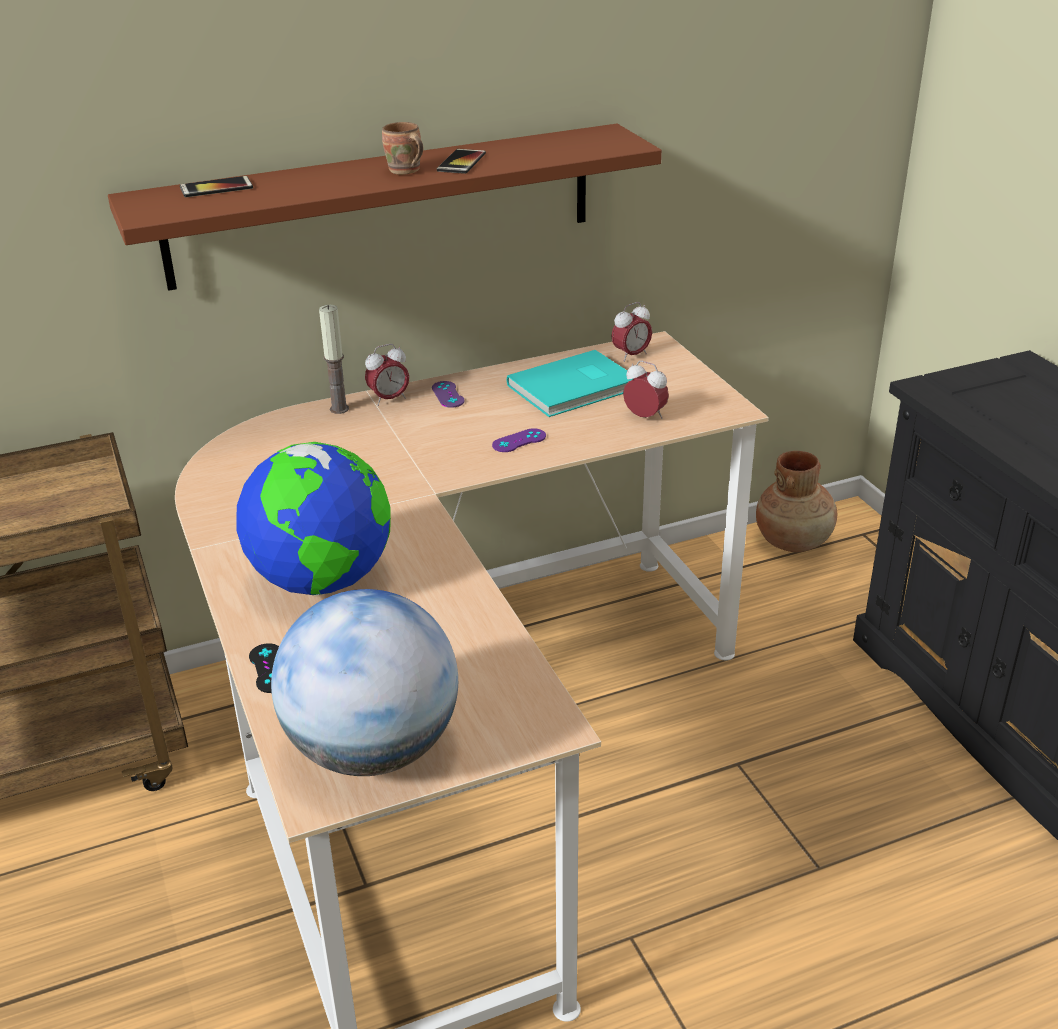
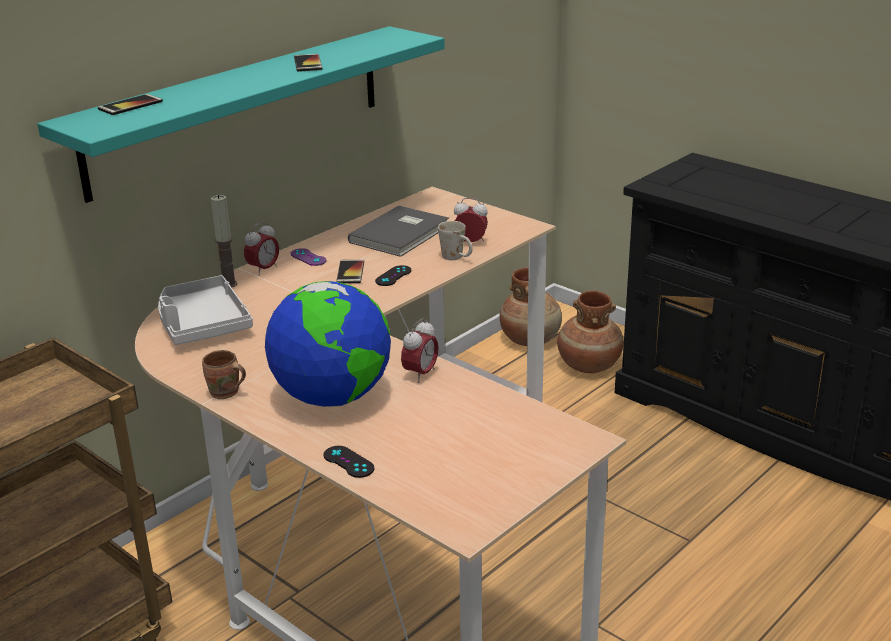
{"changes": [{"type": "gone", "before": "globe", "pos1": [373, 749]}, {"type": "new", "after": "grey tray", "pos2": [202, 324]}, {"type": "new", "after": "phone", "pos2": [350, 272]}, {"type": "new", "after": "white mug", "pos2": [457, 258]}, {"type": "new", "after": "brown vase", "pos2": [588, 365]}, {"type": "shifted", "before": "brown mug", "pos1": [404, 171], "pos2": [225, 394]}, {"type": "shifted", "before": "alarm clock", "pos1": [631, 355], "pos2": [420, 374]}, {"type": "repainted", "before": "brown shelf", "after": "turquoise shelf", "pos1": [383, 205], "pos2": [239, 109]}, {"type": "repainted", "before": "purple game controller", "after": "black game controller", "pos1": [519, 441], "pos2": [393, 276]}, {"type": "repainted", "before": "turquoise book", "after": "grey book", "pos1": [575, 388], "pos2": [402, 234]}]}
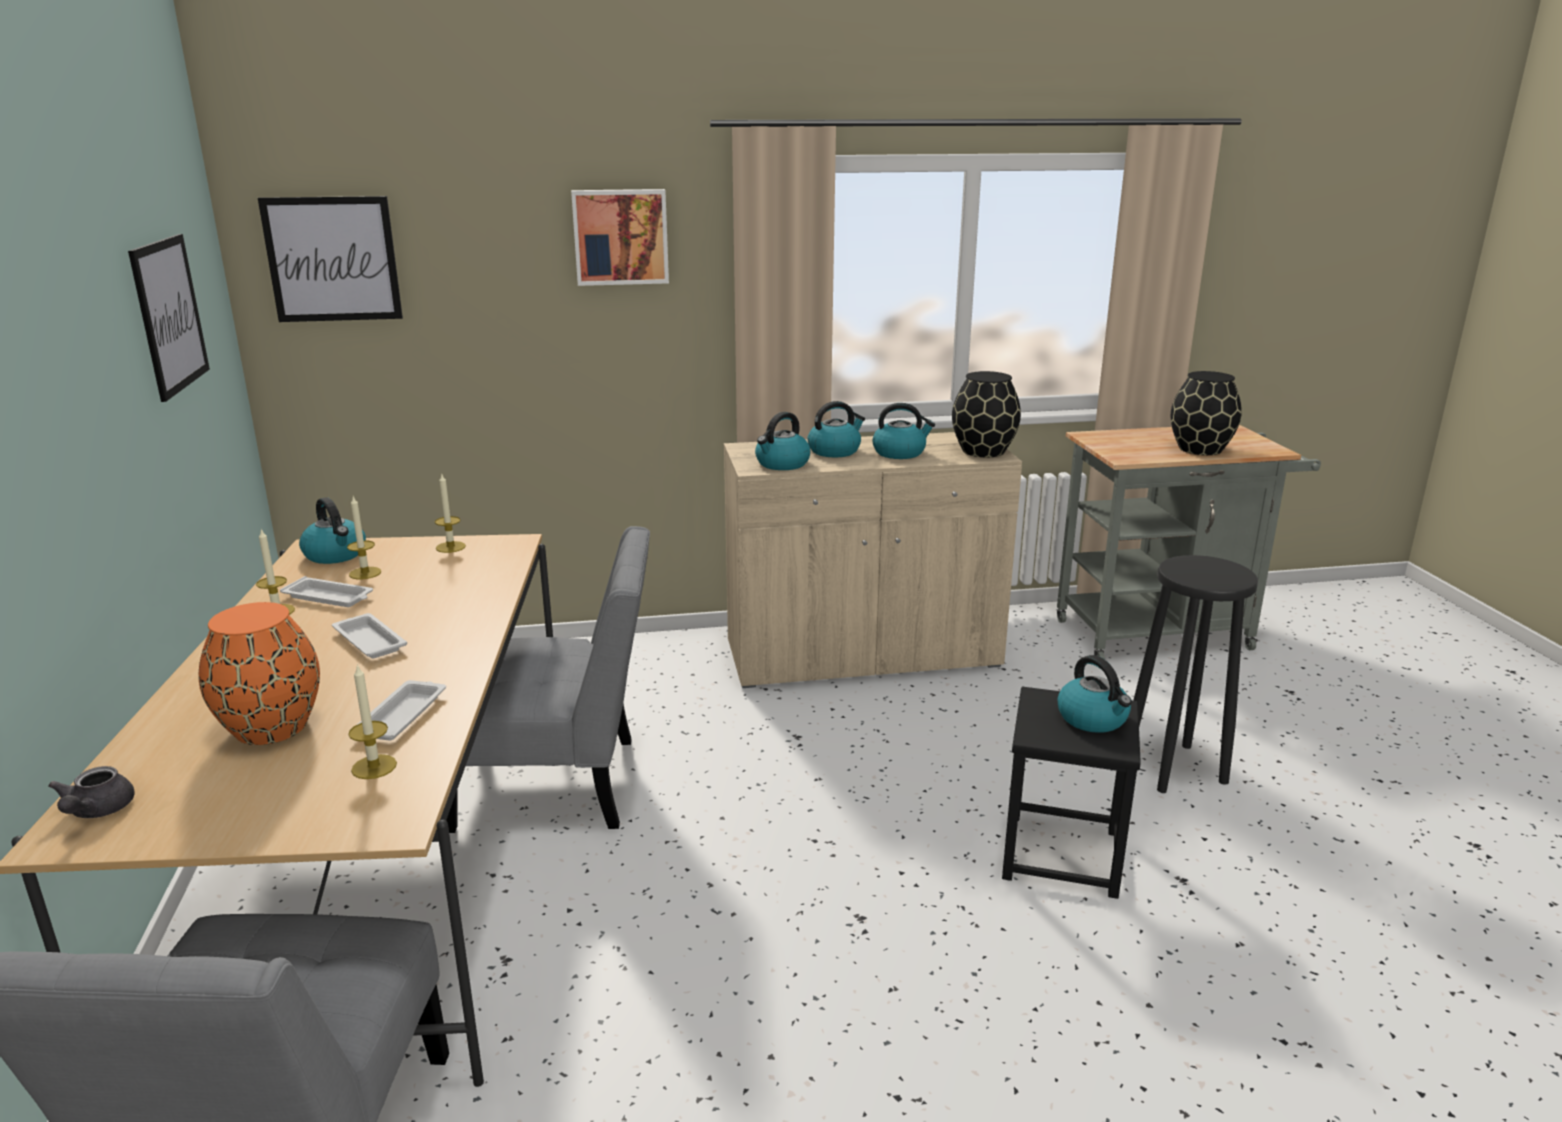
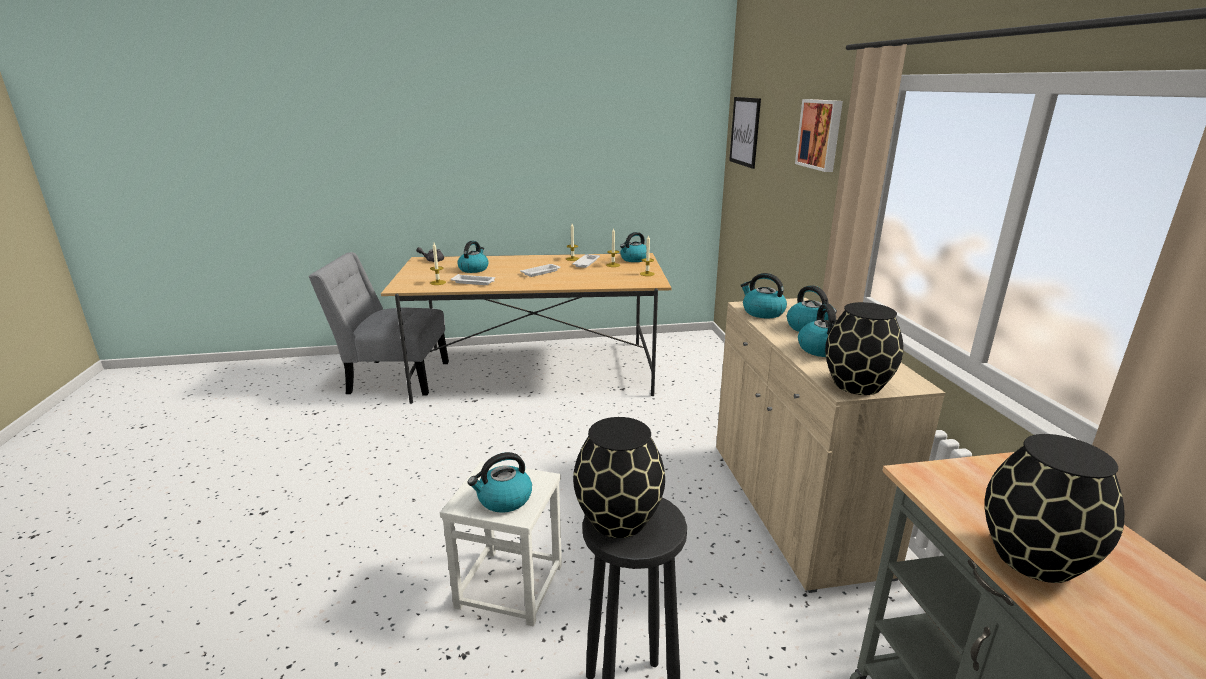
{"changes": [{"type": "gone", "before": "picture", "pos1": [169, 315]}, {"type": "gone", "before": "grey chair", "pos1": [558, 785]}, {"type": "new", "after": "black vase", "pos2": [619, 519]}, {"type": "swapped", "before": "orange vase", "after": "kettle", "pos1": [271, 728], "pos2": [473, 269]}, {"type": "repainted", "before": "black stool", "after": "white stool", "pos1": [1060, 854], "pos2": [510, 585]}]}
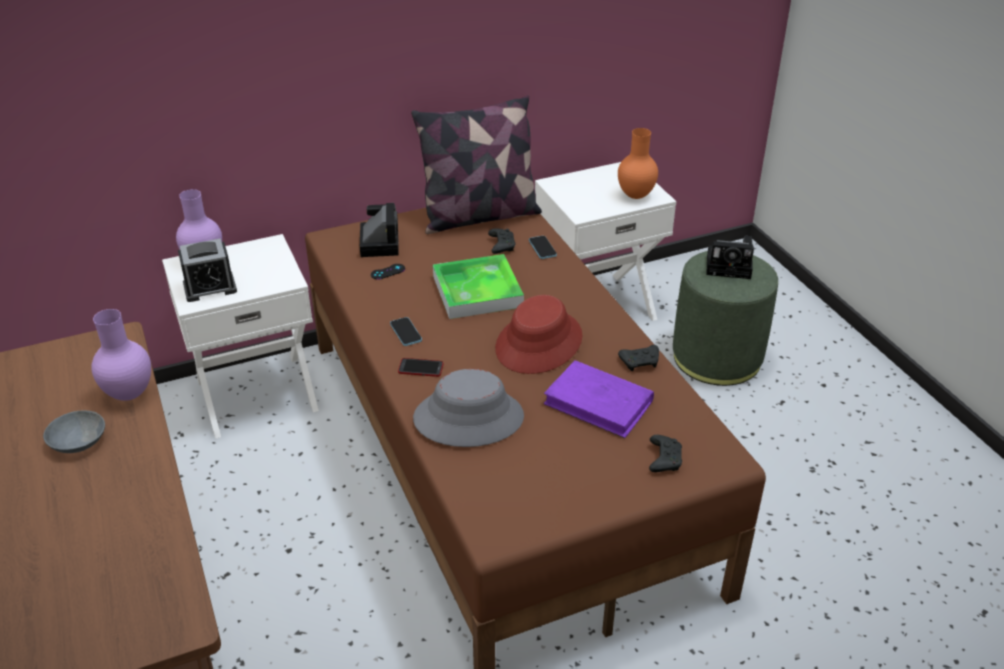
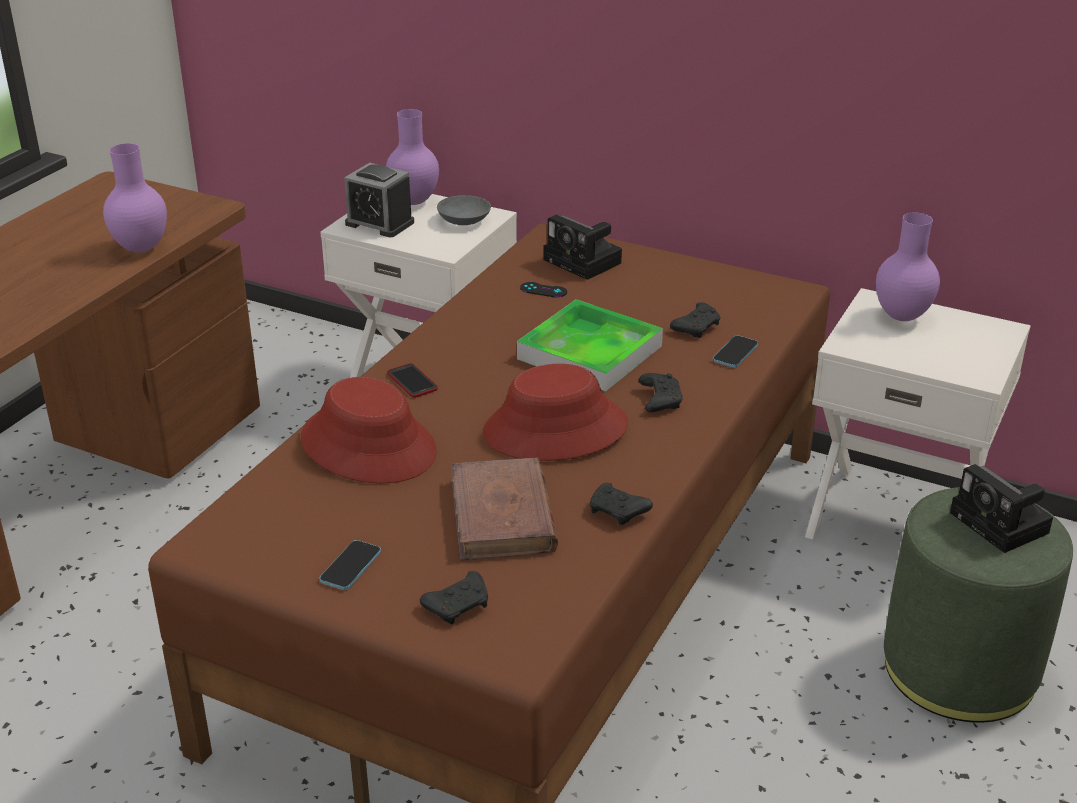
{"changes": [{"type": "gone", "before": "pillow", "pos1": [479, 216]}, {"type": "gone", "before": "orange vase", "pos1": [634, 195]}, {"type": "new", "after": "black game controller", "pos2": [659, 400]}, {"type": "new", "after": "purple vase", "pos2": [900, 316]}, {"type": "shifted", "before": "grey bowl", "pos1": [79, 441], "pos2": [464, 220]}, {"type": "shifted", "before": "phone", "pos1": [406, 332], "pos2": [350, 567]}, {"type": "repainted", "before": "grey hat", "after": "red hat", "pos1": [468, 418], "pos2": [369, 445]}, {"type": "repainted", "before": "purple book", "after": "brown book", "pos1": [599, 403], "pos2": [502, 516]}, {"type": "rotated", "before": "photo camera", "pos1": [379, 242], "pos2": [585, 262], "turn": 90}]}
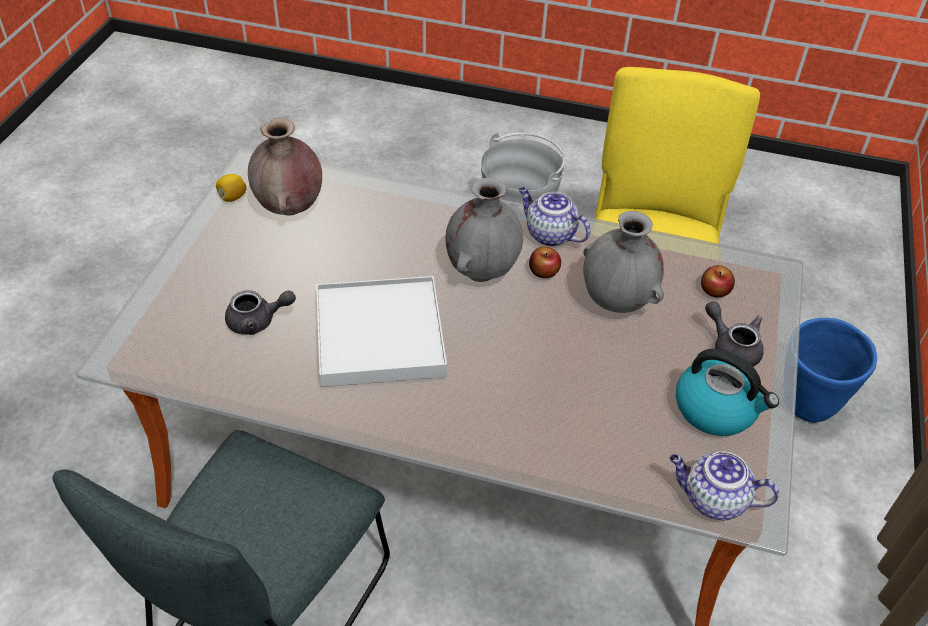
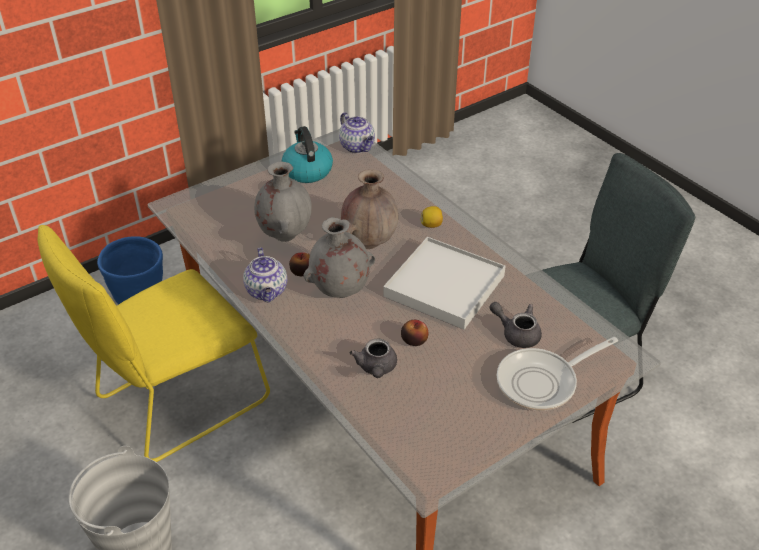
{"changes": [{"type": "new", "after": "frying pan", "pos2": [542, 382]}, {"type": "shifted", "before": "lemon", "pos1": [232, 197], "pos2": [431, 225]}, {"type": "shifted", "before": "brown vase", "pos1": [290, 209], "pos2": [369, 242]}, {"type": "shifted", "before": "apple", "pos1": [715, 290], "pos2": [414, 340]}, {"type": "shifted", "before": "grey teapot", "pos1": [732, 347], "pos2": [376, 368]}]}
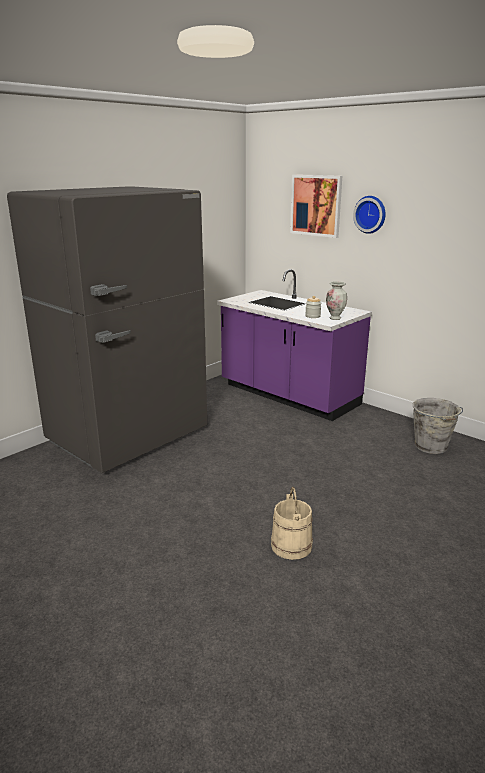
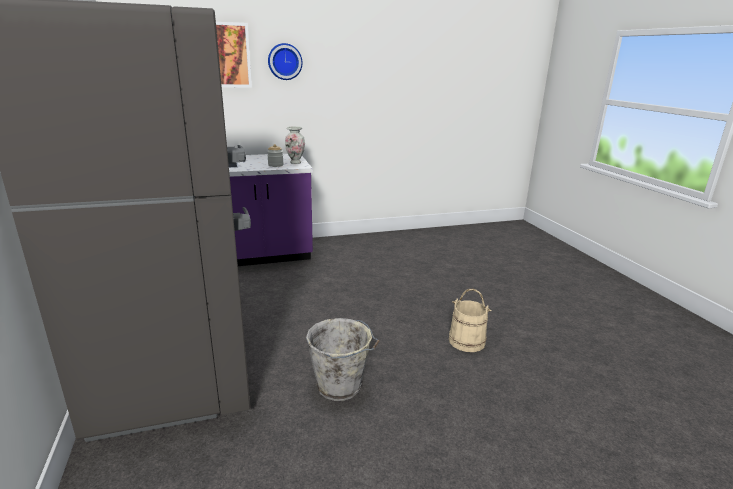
{"changes": [{"type": "shifted", "before": "grey bucket", "pos1": [431, 447], "pos2": [341, 387]}]}
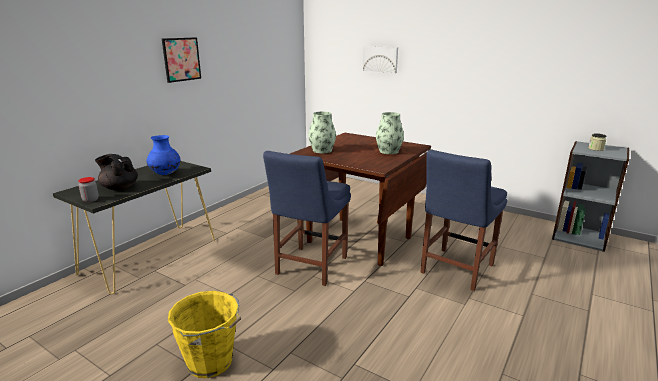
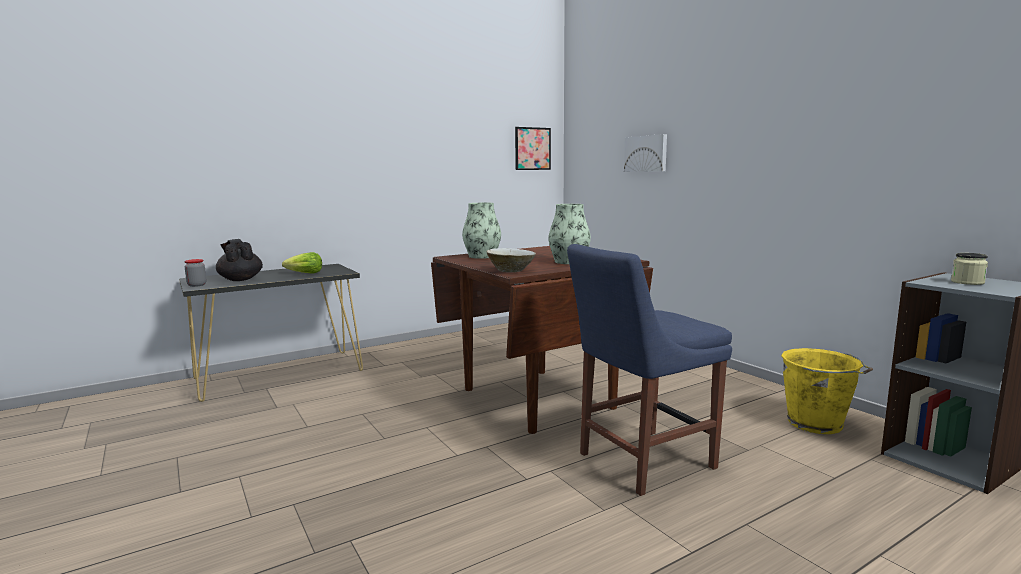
{"changes": [{"type": "gone", "before": "blue chair", "pos1": [309, 267]}, {"type": "new", "after": "beige bowl", "pos2": [511, 271]}, {"type": "shifted", "before": "picture", "pos1": [181, 59], "pos2": [532, 148]}, {"type": "shifted", "before": "yellow bucket", "pos1": [211, 362], "pos2": [817, 424]}, {"type": "swapped", "before": "blue vase", "after": "lettuce", "pos1": [165, 174], "pos2": [304, 274]}]}
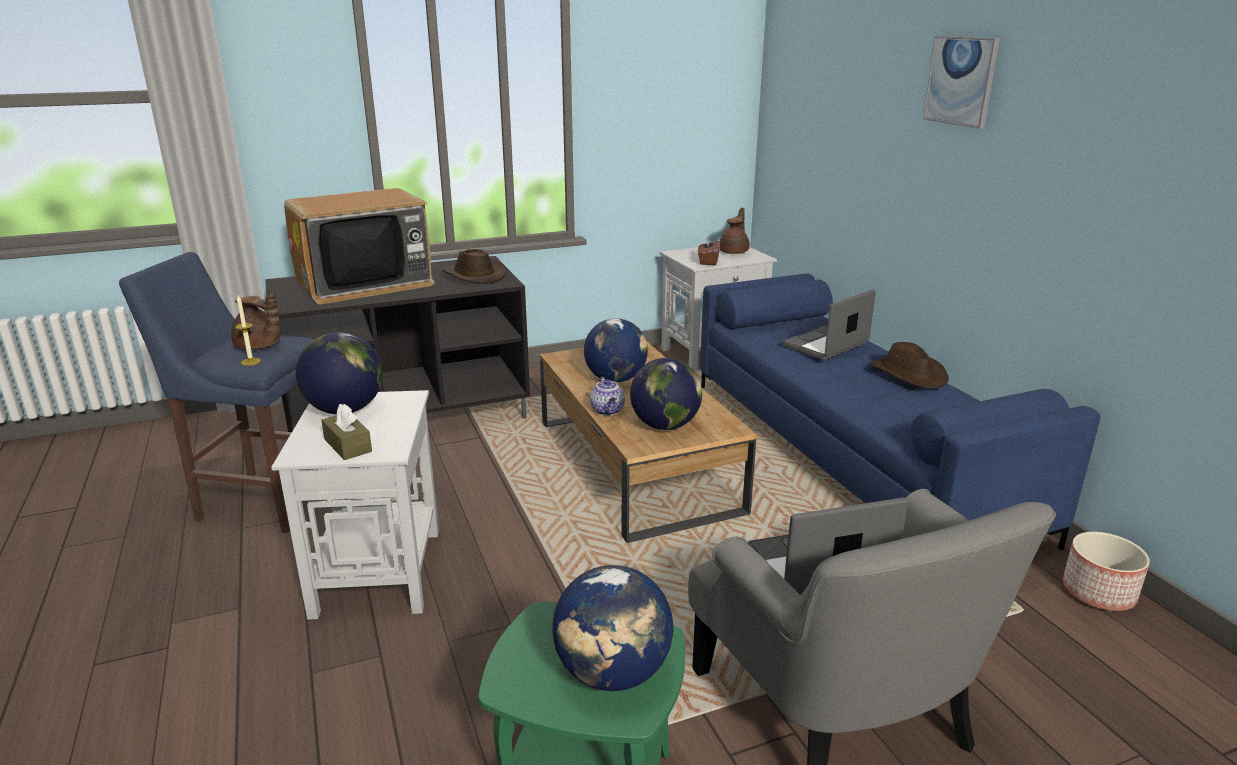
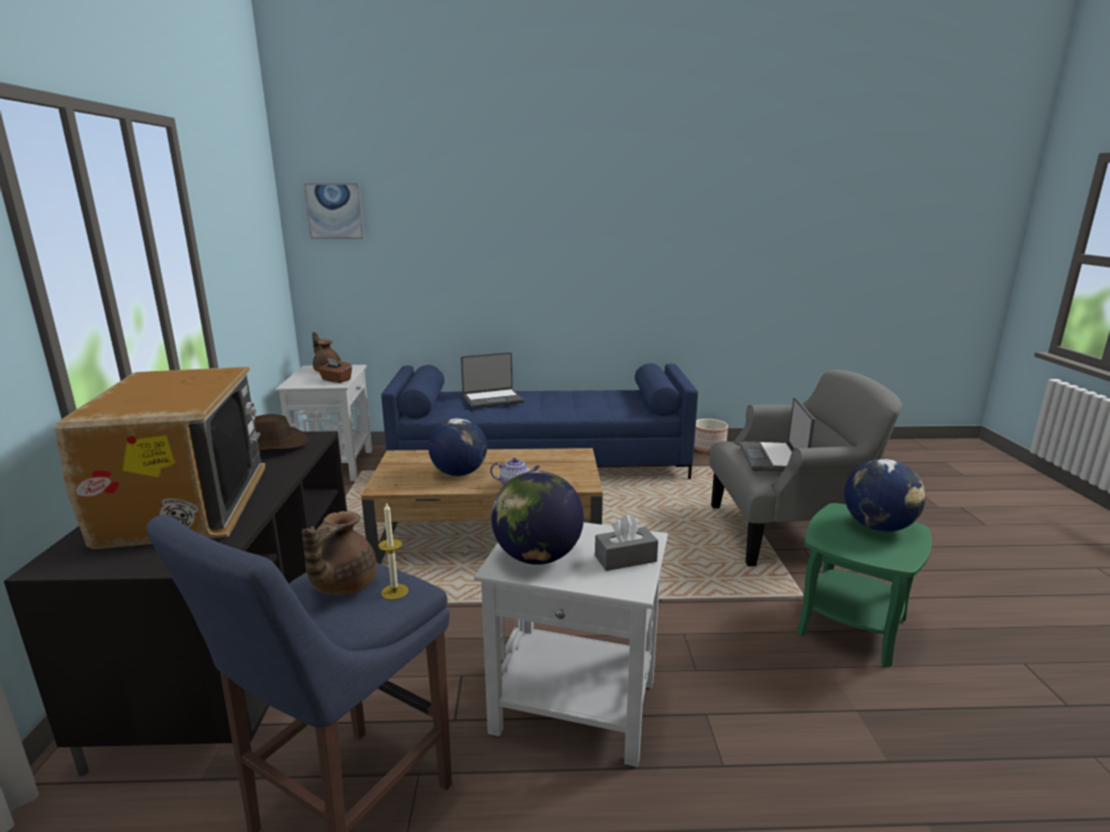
{"changes": [{"type": "gone", "before": "globe", "pos1": [665, 426]}, {"type": "gone", "before": "brown hat", "pos1": [908, 374]}, {"type": "shifted", "before": "picture", "pos1": [961, 81], "pos2": [335, 211]}, {"type": "repainted", "before": "brown tissue box", "after": "grey tissue box", "pos1": [348, 445], "pos2": [625, 559]}, {"type": "rotated", "before": "brown teapot", "pos1": [259, 347], "pos2": [342, 585], "turn": 150}, {"type": "rotated", "before": "laptop", "pos1": [826, 345], "pos2": [492, 399], "turn": -90}]}
